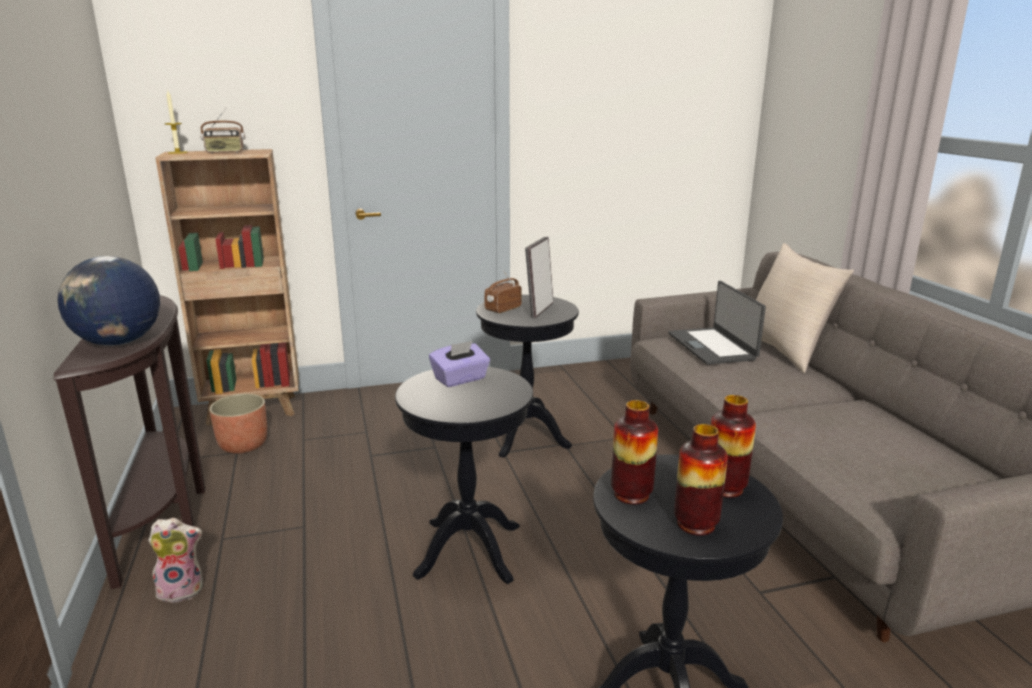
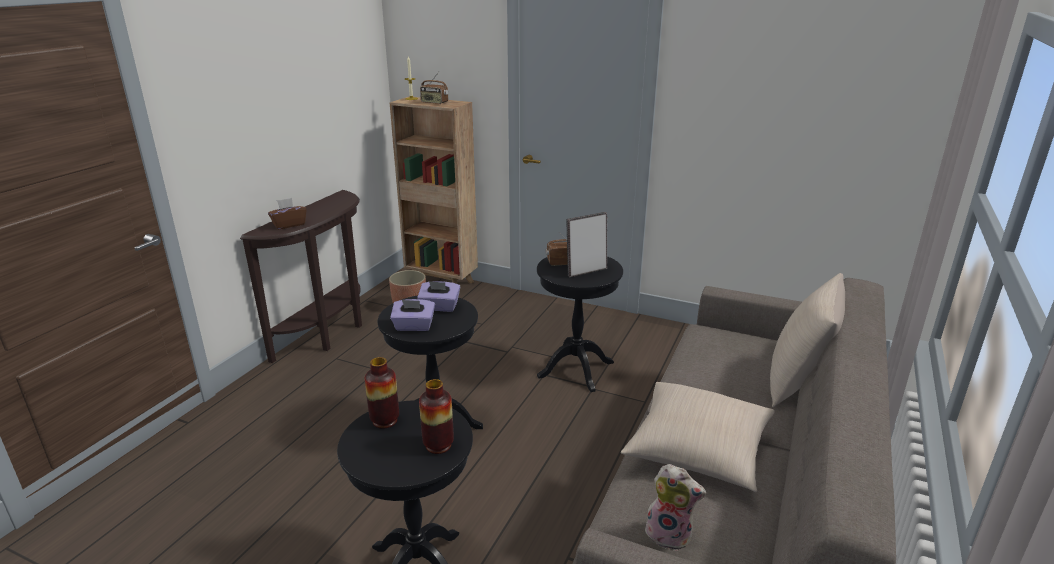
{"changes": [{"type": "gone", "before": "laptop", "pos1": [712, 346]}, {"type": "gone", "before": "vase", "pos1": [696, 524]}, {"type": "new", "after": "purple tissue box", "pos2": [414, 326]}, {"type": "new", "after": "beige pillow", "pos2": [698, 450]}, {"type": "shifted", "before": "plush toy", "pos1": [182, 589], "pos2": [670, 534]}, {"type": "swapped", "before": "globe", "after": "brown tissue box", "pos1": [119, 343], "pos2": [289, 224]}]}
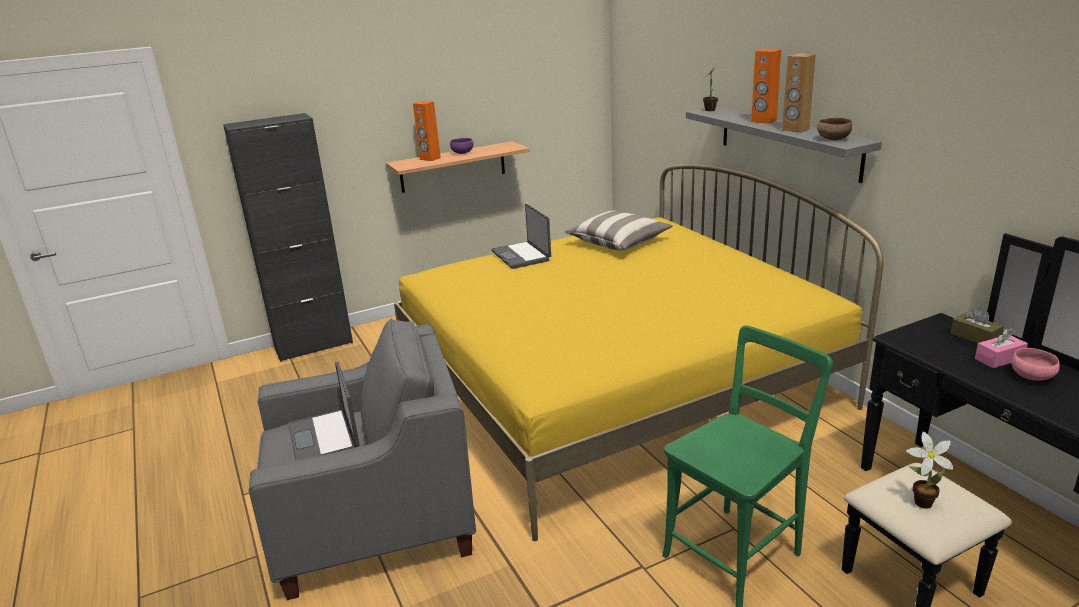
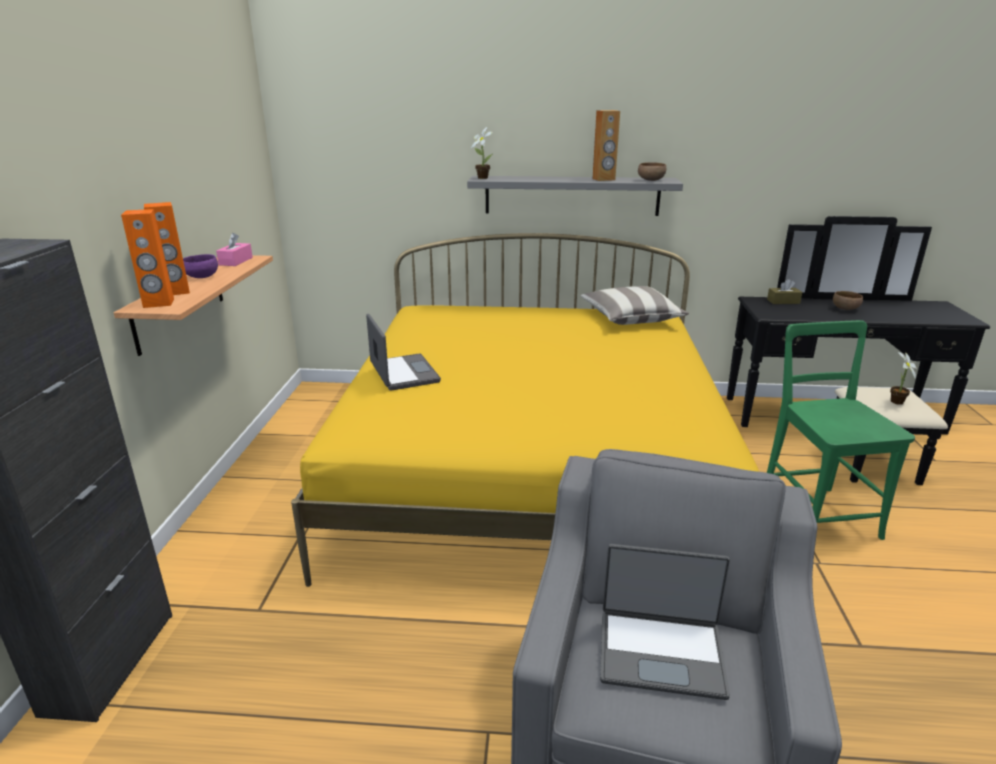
{"changes": [{"type": "shifted", "before": "pillow", "pos1": [618, 243], "pos2": [631, 318]}, {"type": "shifted", "before": "orange speaker", "pos1": [763, 121], "pos2": [158, 303]}, {"type": "shifted", "before": "pink tissue box", "pos1": [999, 359], "pos2": [236, 261]}, {"type": "repainted", "before": "pink bowl", "after": "brown bowl", "pos1": [1032, 377], "pos2": [845, 308]}, {"type": "rotated", "before": "laptop", "pos1": [522, 256], "pos2": [403, 373], "turn": -120}]}
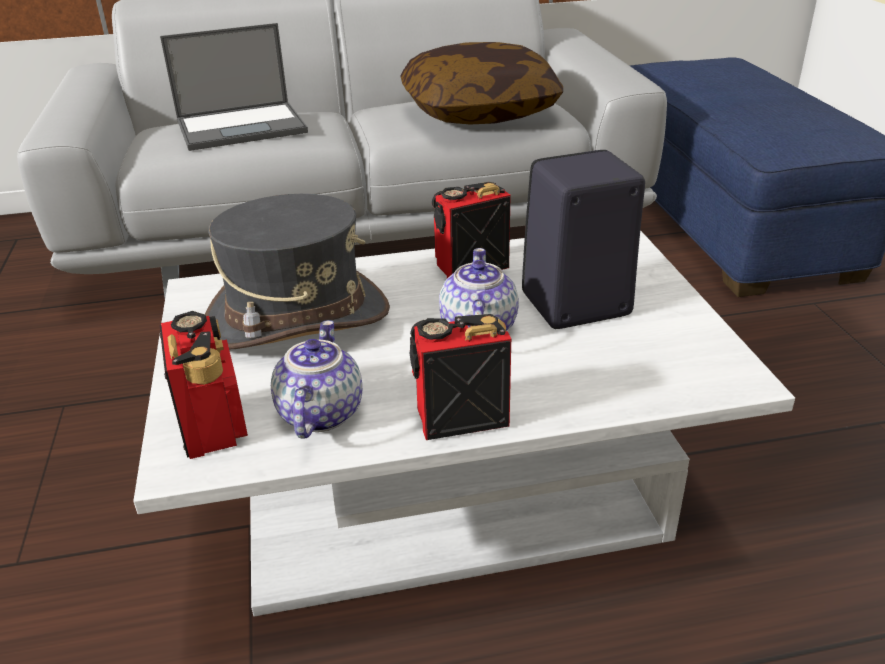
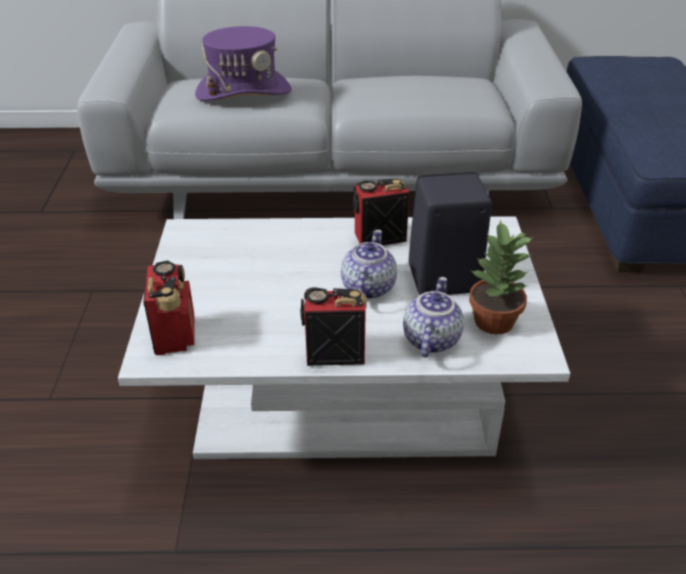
{"changes": [{"type": "gone", "before": "grey hat", "pos1": [297, 319]}, {"type": "gone", "before": "pillow", "pos1": [480, 111]}, {"type": "new", "after": "potted plant", "pos2": [494, 322]}, {"type": "shifted", "before": "teapot", "pos1": [318, 413], "pos2": [430, 339]}, {"type": "swapped", "before": "laptop", "after": "purple hat", "pos1": [243, 126], "pos2": [243, 92]}]}
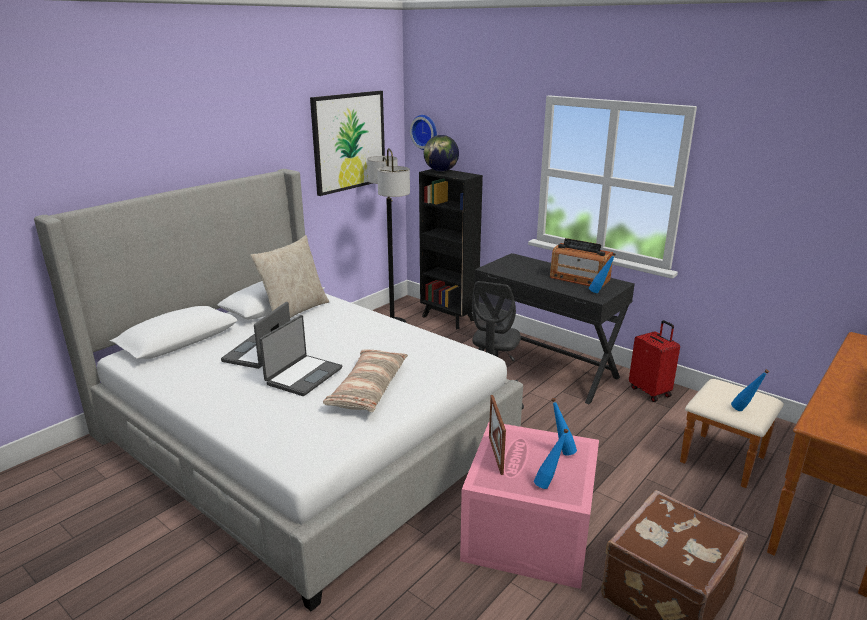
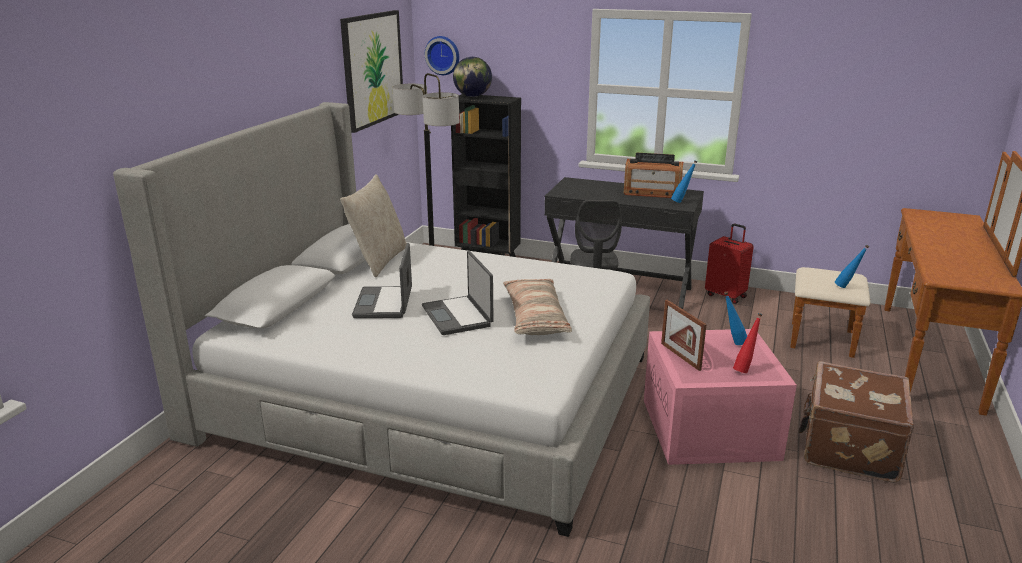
{"changes": [{"type": "repainted", "before": "blue bottle", "after": "red bottle", "pos1": [548, 484], "pos2": [744, 369]}, {"type": "rotated", "before": "laptop", "pos1": [303, 376], "pos2": [458, 316], "turn": 150}]}
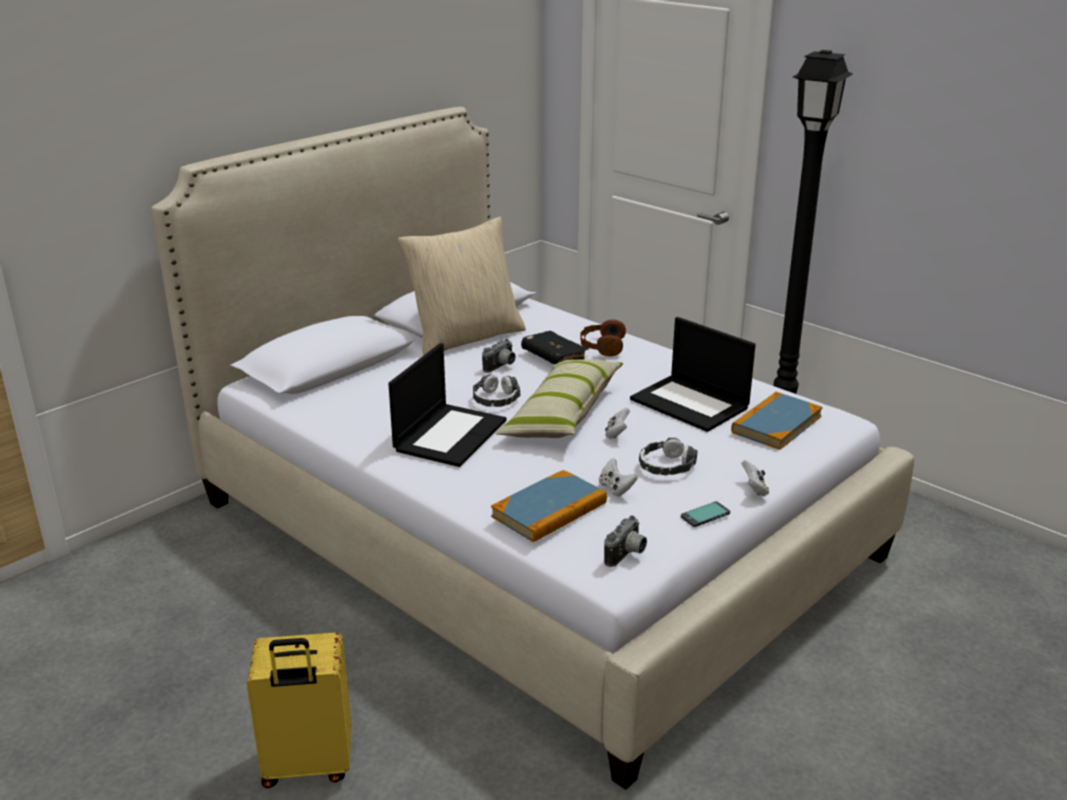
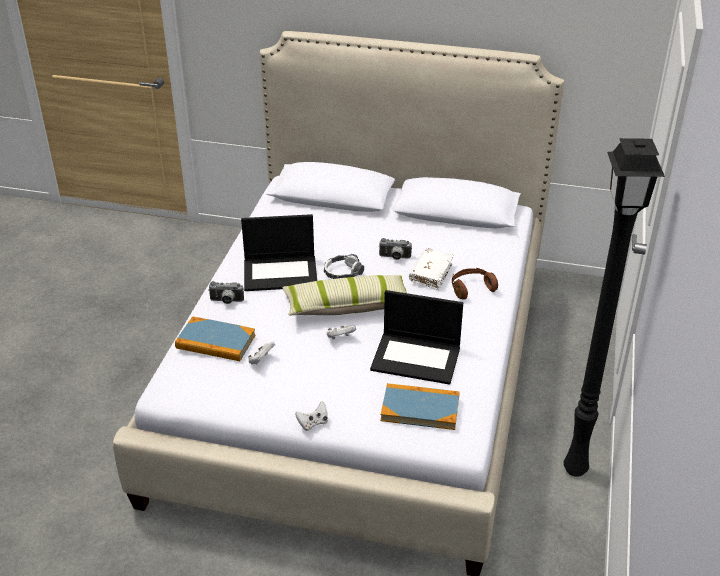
{"changes": [{"type": "gone", "before": "yellow suitcase", "pos1": [307, 766]}, {"type": "gone", "before": "beige pillow", "pos1": [465, 337]}, {"type": "gone", "before": "headphones", "pos1": [666, 466]}, {"type": "gone", "before": "phone", "pos1": [705, 515]}, {"type": "shifted", "before": "photo camera", "pos1": [627, 555], "pos2": [226, 301]}, {"type": "repainted", "before": "black book", "after": "white book", "pos1": [554, 357], "pos2": [431, 274]}, {"type": "rotated", "before": "laptop", "pos1": [691, 403], "pos2": [417, 358], "turn": -90}]}
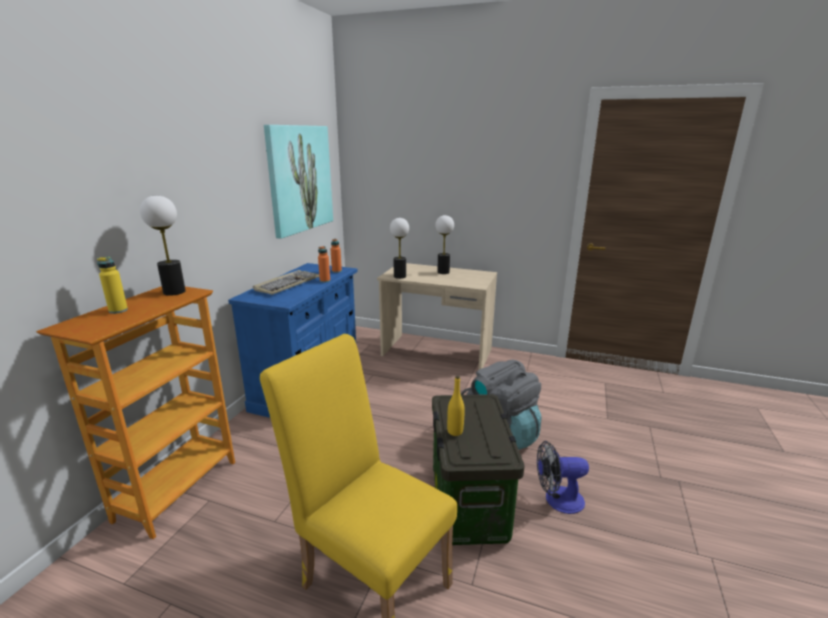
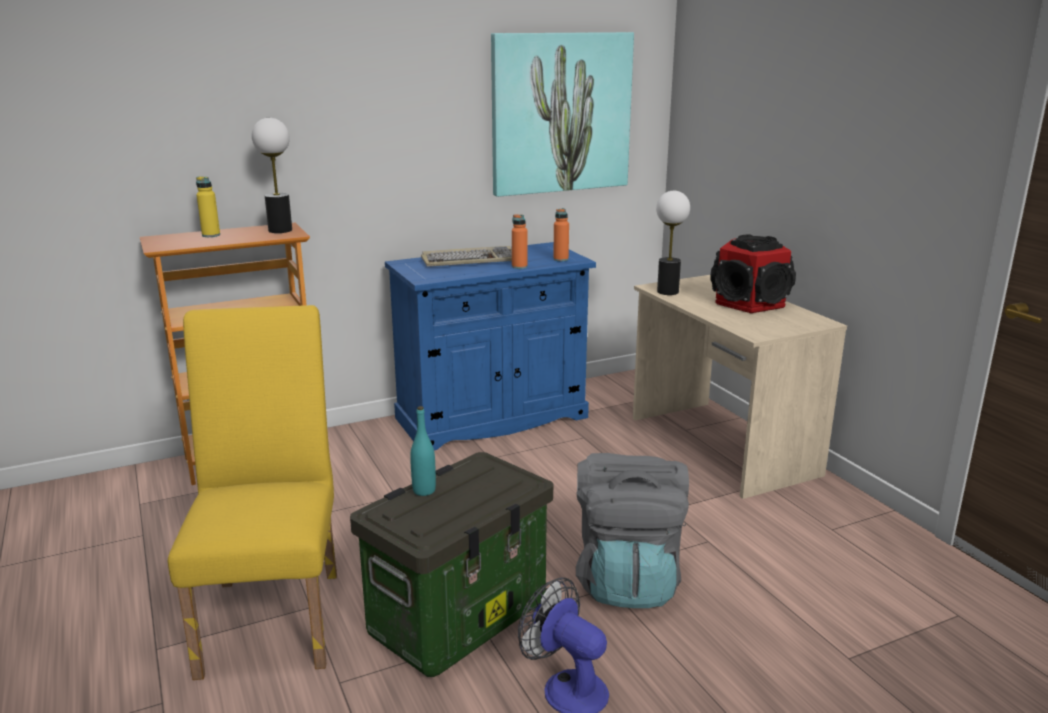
{"changes": [{"type": "swapped", "before": "table lamp", "after": "speaker", "pos1": [443, 272], "pos2": [749, 302]}, {"type": "repainted", "before": "yellow bottle", "after": "turquoise bottle", "pos1": [455, 431], "pos2": [424, 490]}]}
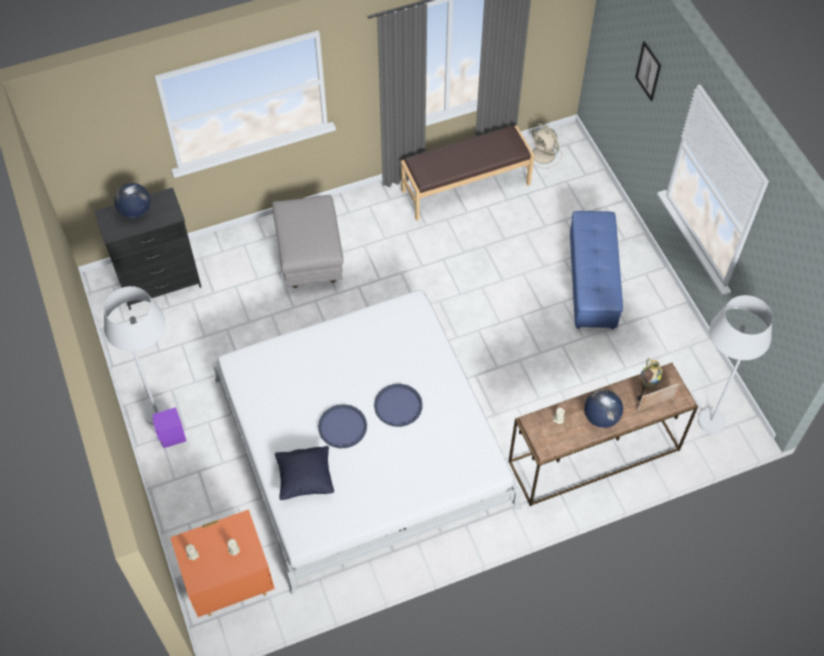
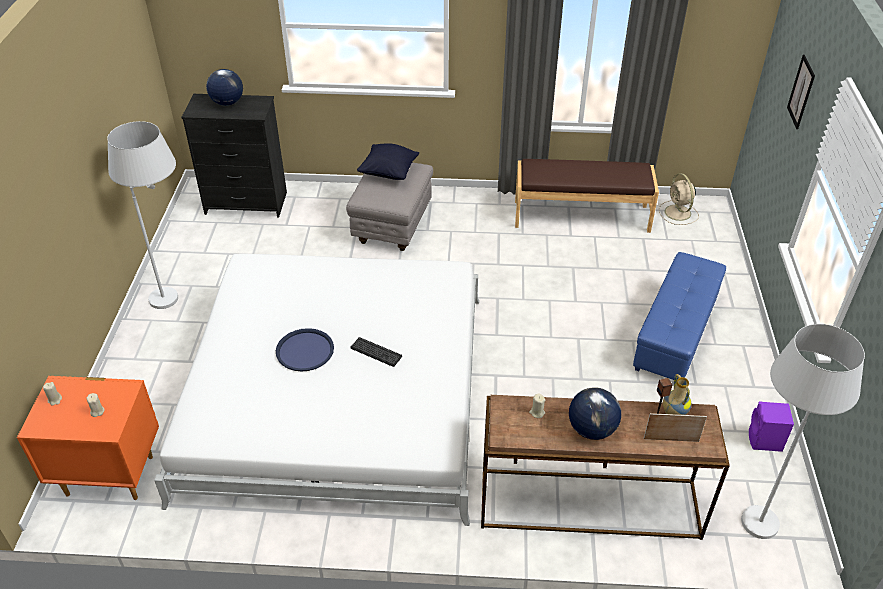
{"changes": [{"type": "shifted", "before": "purple speaker", "pos1": [172, 437], "pos2": [764, 441]}, {"type": "shifted", "before": "black pillow", "pos1": [305, 479], "pos2": [388, 173]}, {"type": "swapped", "before": "blue tray", "after": "keyboard", "pos1": [398, 406], "pos2": [376, 352]}]}
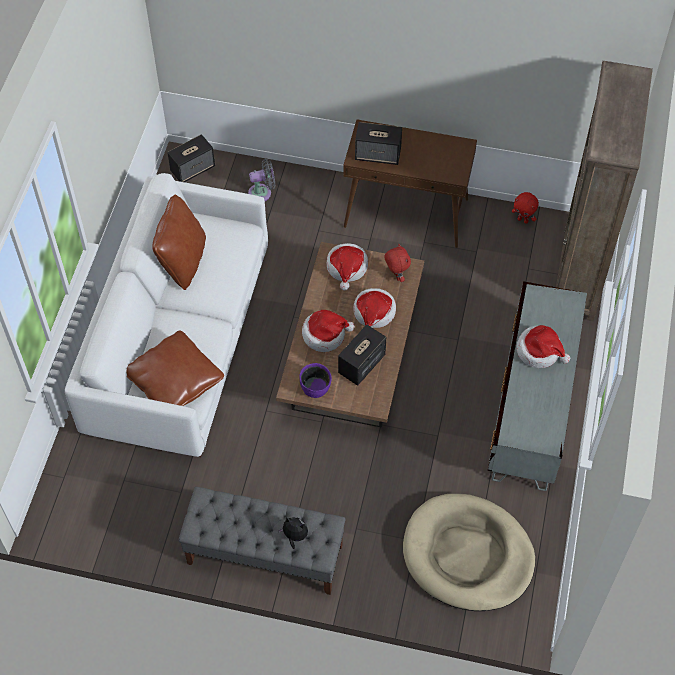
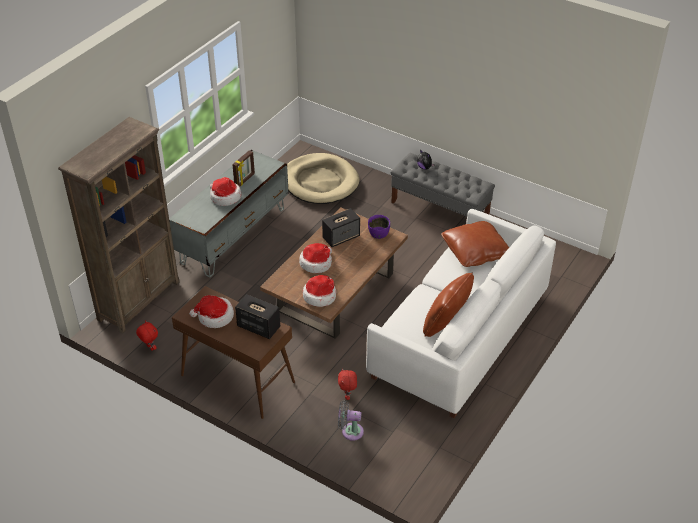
{"changes": [{"type": "gone", "before": "speaker", "pos1": [193, 168]}, {"type": "new", "after": "picture frame", "pos2": [245, 180]}, {"type": "shifted", "before": "hat", "pos1": [325, 334], "pos2": [214, 317]}, {"type": "shifted", "before": "red plush toy", "pos1": [396, 276], "pos2": [348, 395]}]}
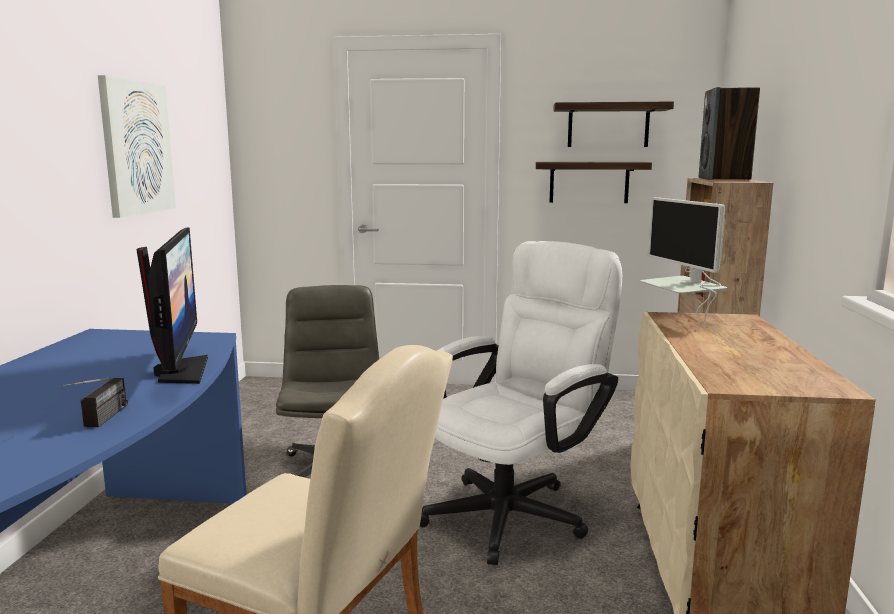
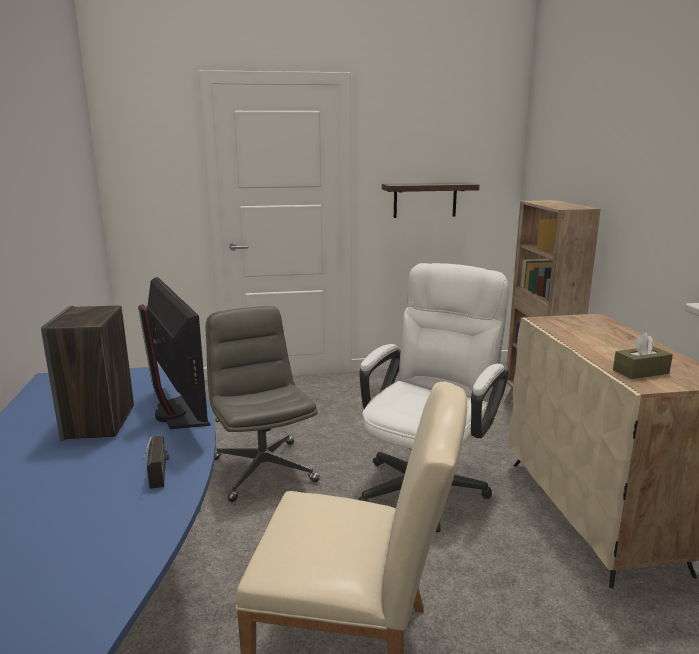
{"changes": [{"type": "gone", "before": "picture", "pos1": [136, 148]}, {"type": "gone", "before": "shelf", "pos1": [608, 125]}, {"type": "gone", "before": "monitor", "pos1": [681, 321]}, {"type": "new", "after": "brown tissue box", "pos2": [640, 372]}, {"type": "shifted", "before": "speaker", "pos1": [724, 179], "pos2": [99, 422]}]}
